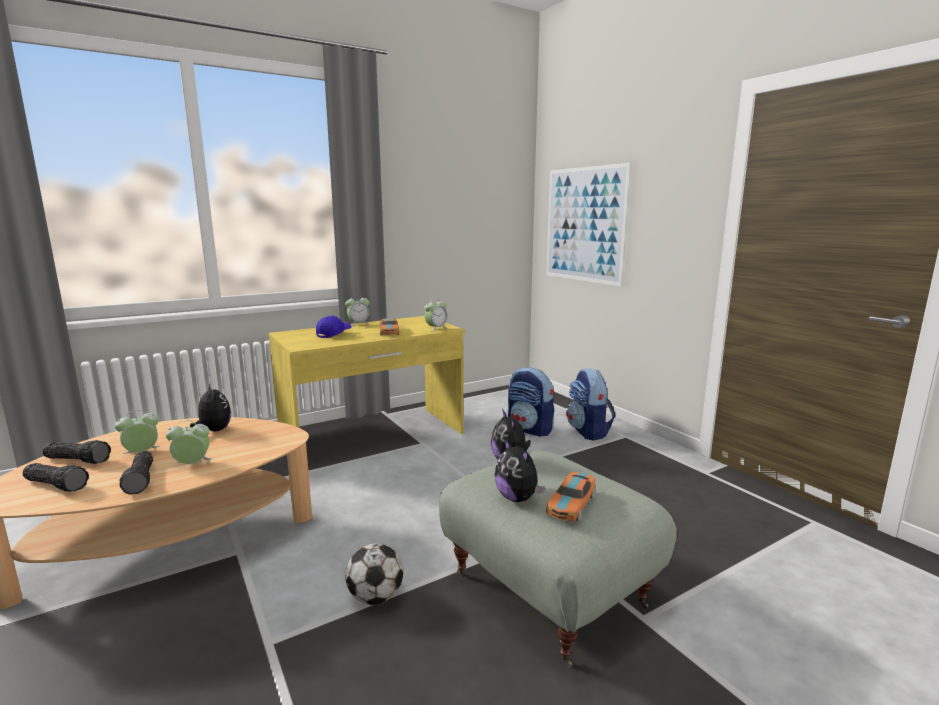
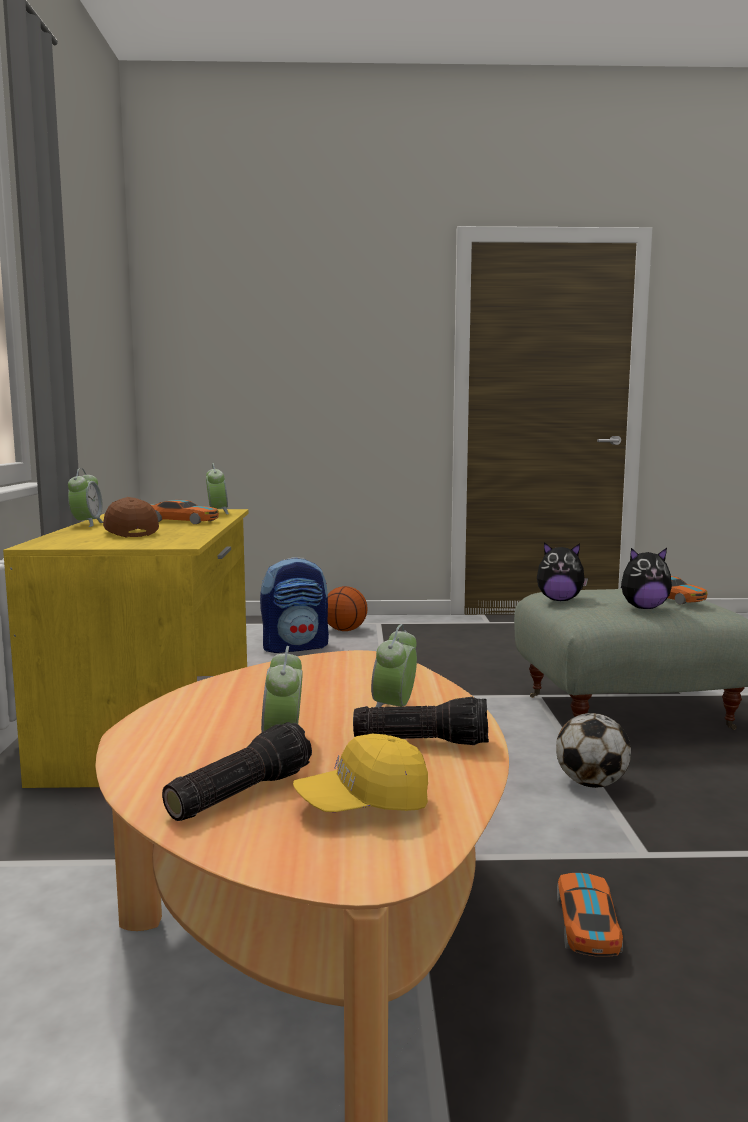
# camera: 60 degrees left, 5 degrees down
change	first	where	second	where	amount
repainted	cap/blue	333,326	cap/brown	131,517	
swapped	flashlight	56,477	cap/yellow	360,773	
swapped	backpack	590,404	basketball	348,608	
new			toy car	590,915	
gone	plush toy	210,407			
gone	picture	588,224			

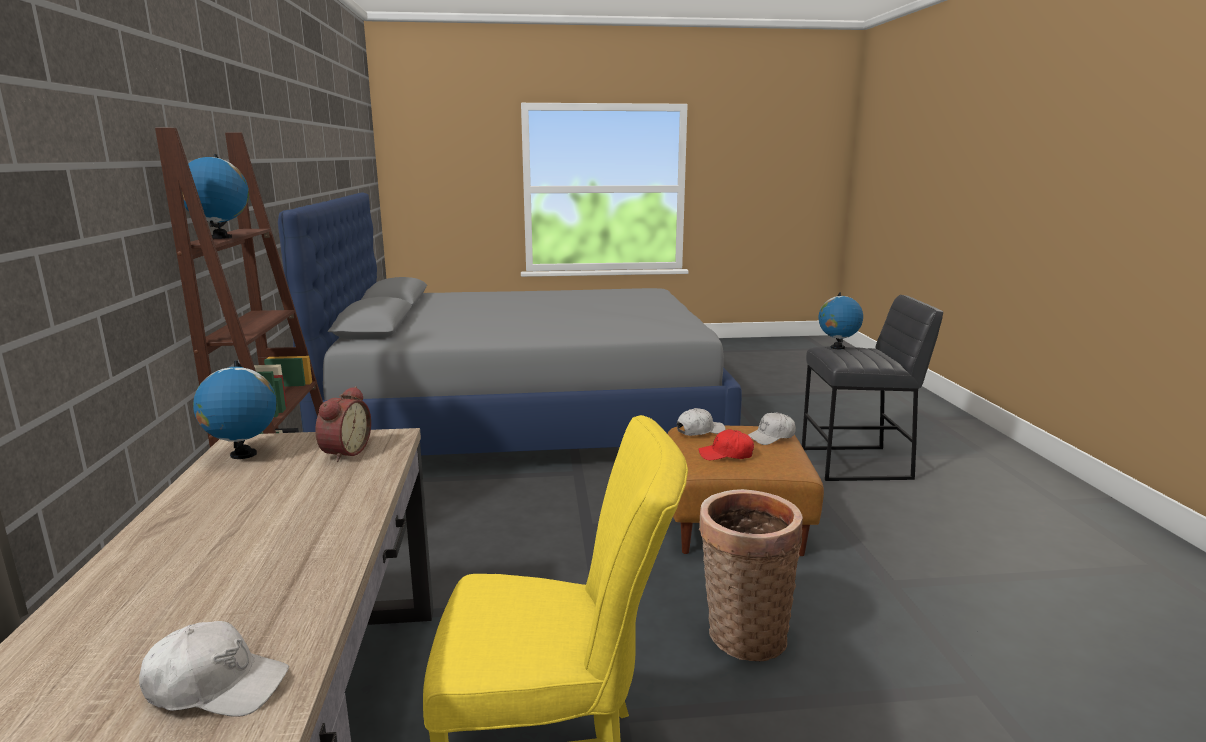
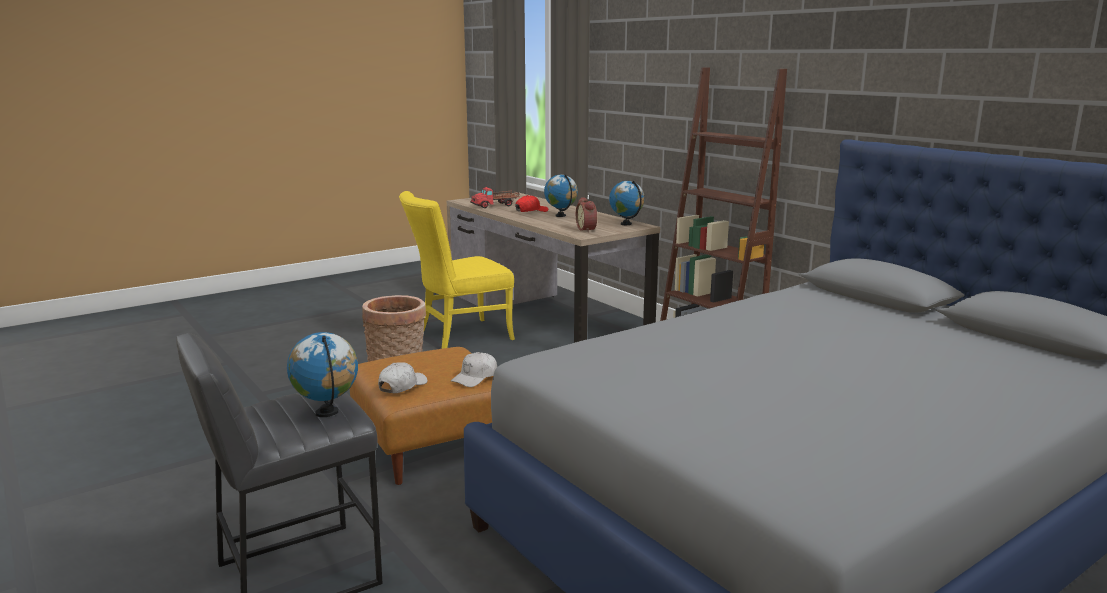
# camera: 150 degrees right, 0 degrees up
change	first	where	second	where	amount
swapped	cap/white	214,669	toy truck	494,197	
shifted	cap/red	726,444		531,203	
shifted	globe	215,196		561,195	

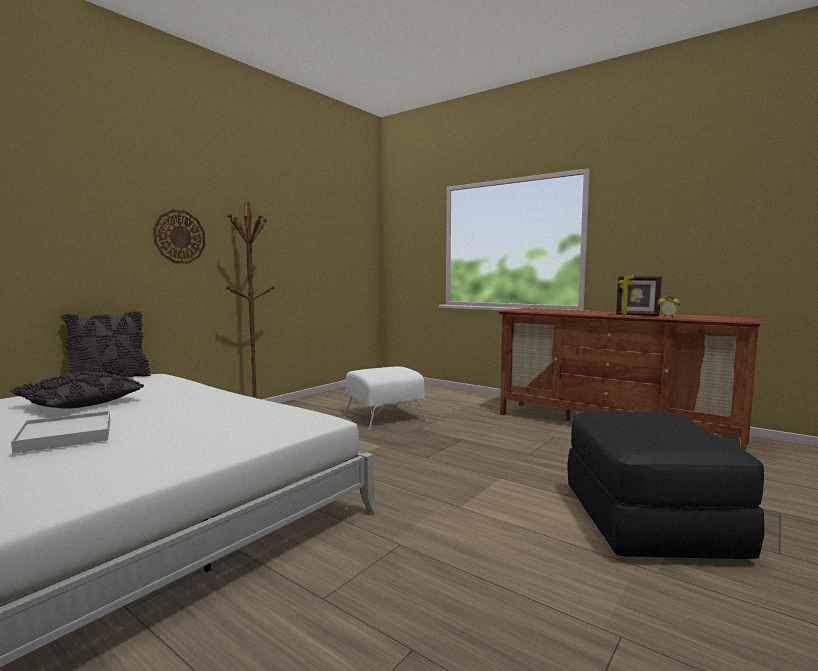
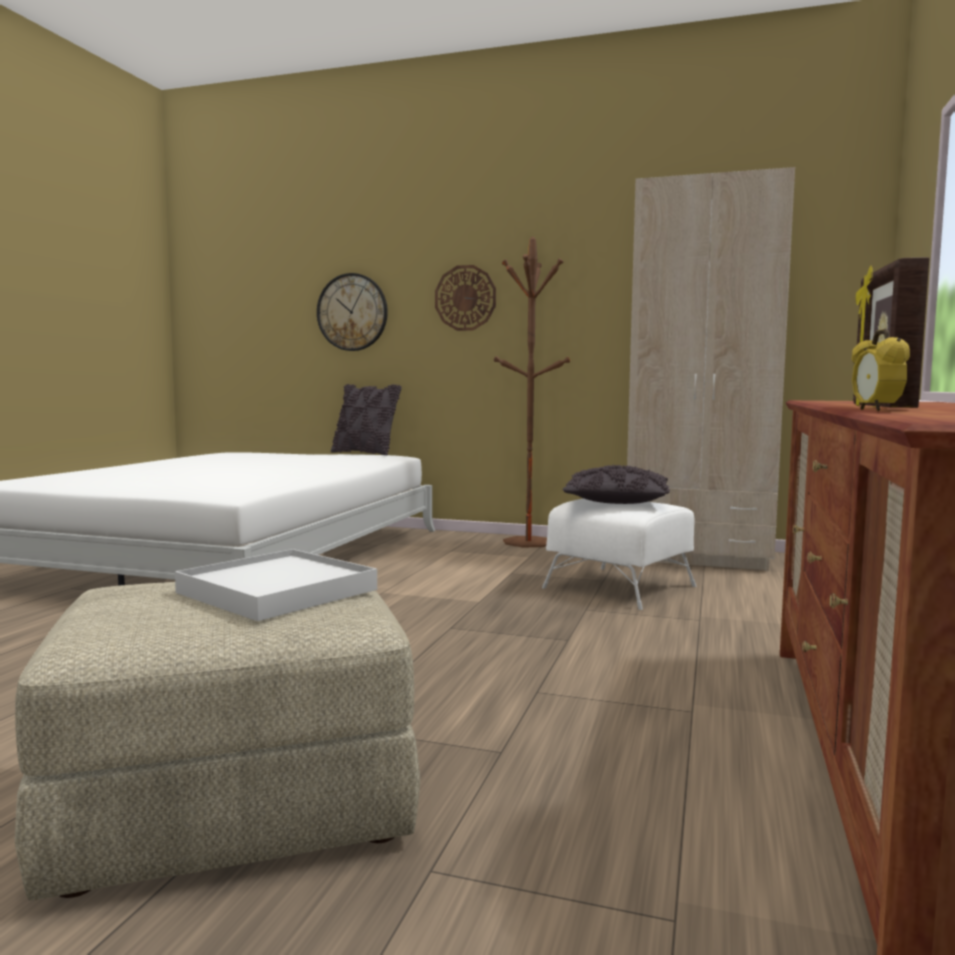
# camera: 70 degrees right, 0 degrees up
change	first	where	second	where	amount
repainted	ottoman/black	666,485	ottoman/beige	217,741	
shifted	tray/white	60,432		276,585	
new			wall clock	352,312	
shifted	pillow/black	77,390		616,484	
new			wardrobe/beige	711,369	

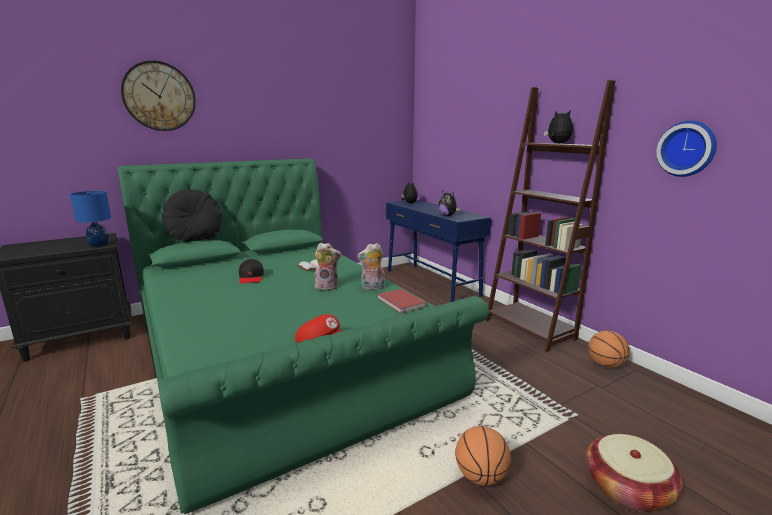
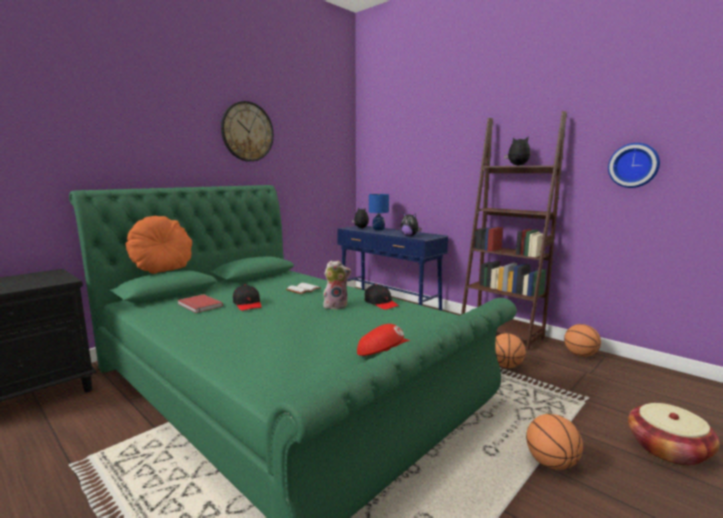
# camera: 15 degrees left, 5 degrees down
change	first	where	second	where	amount
repainted	pillow/black	192,215	pillow/orange	159,245	
shifted	book/red	402,301		200,303	
shifted	wall clock	158,95		247,131	
swapped	plush toy	371,266	cap/black	382,297	
shifted	table lamp/blue	90,218		379,212	
new			basketball	510,350	

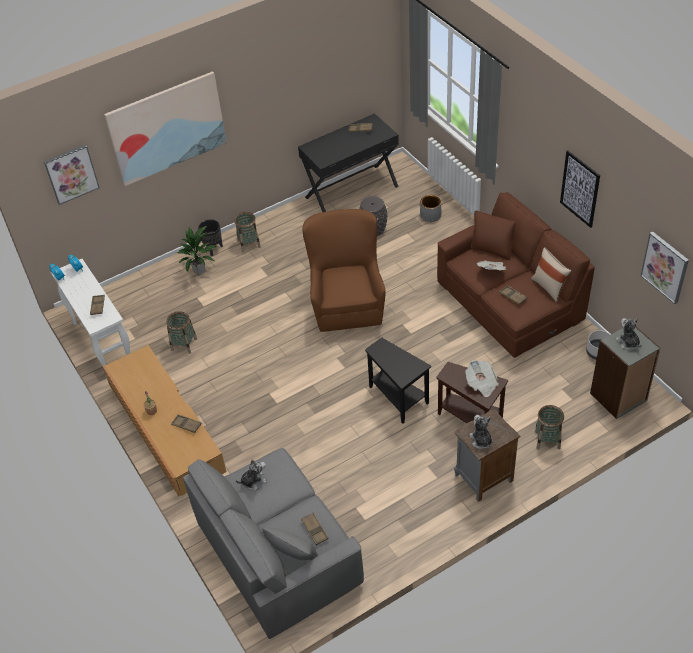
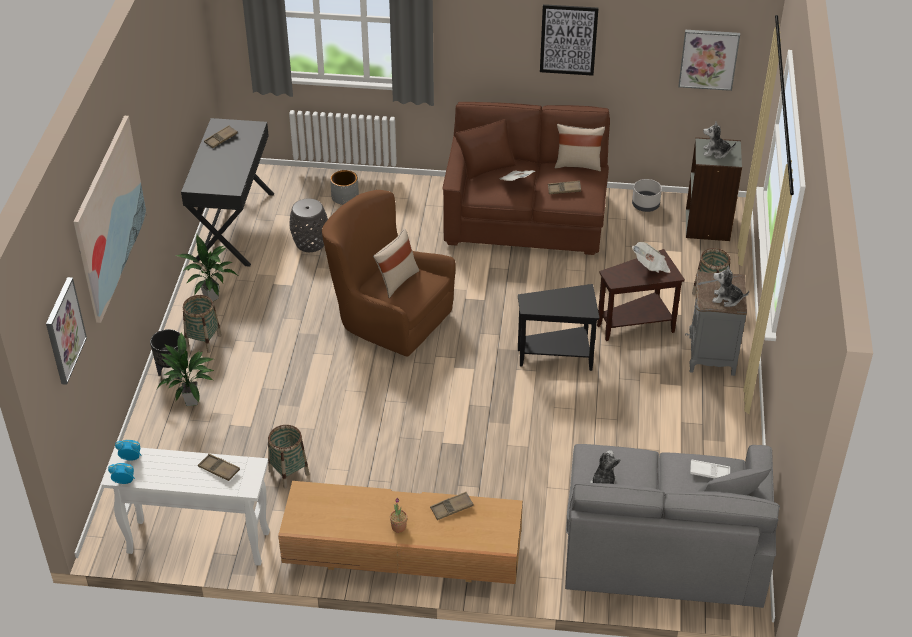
# camera: 55 degrees left, 5 degrees down
change	first	where	second	where	amount
new			potted plant	206,267	
new			pillow/beige	396,263	
repainted	tray/brown	315,529	tray/white	710,469	

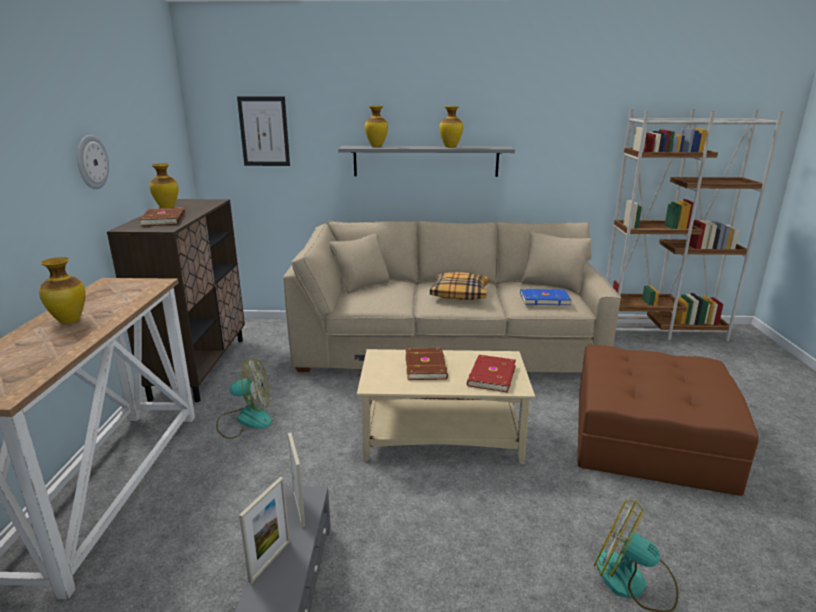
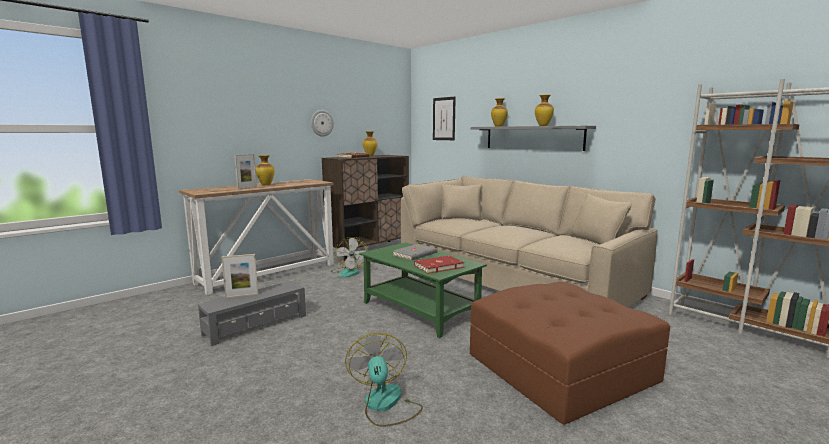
# camera: 45 degrees right, 10 degrees down
change	first	where	second	where	amount
shifted	picture frame	296,480		245,171	
rotated	fan	244,398		349,257	45 degrees clockwise
repainted	coffee table/beige	446,406	coffee table/green	423,290	
repainted	book/brown	427,364	book/grey	414,252	
gone	pillow	459,286			
gone	book/blue	545,297			

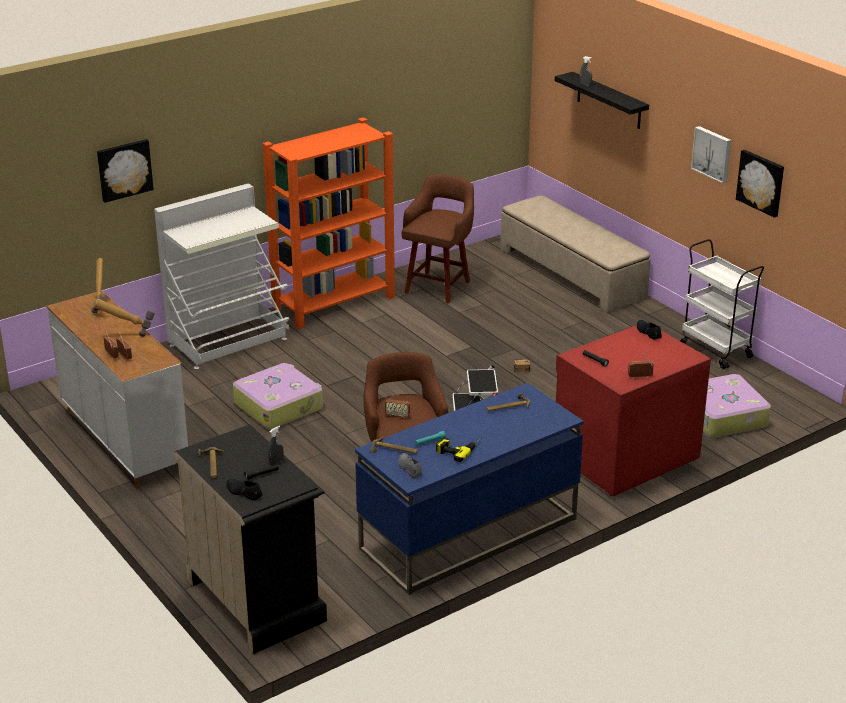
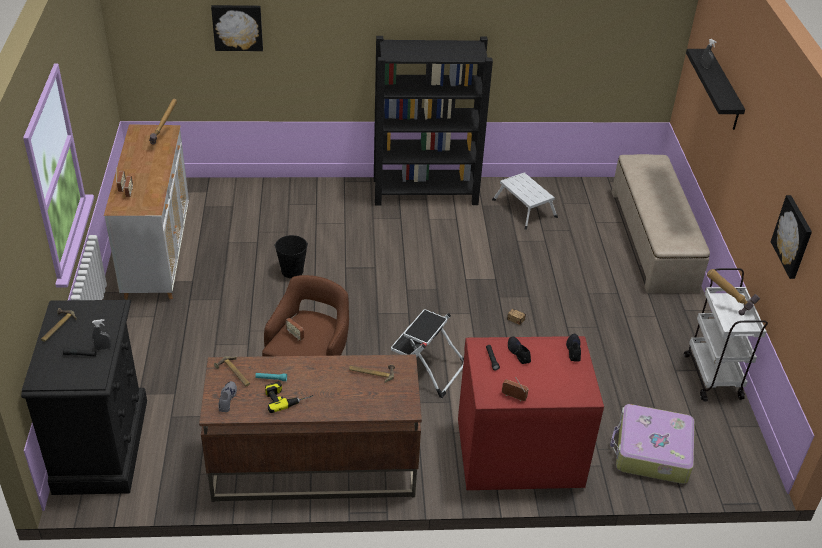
# camera: 30 degrees right, 10 degrees up
change	first	where	second	where	amount
repainted	desk/blue	469,489	desk/brown	310,428	
swapped	suitcase	278,396	bucket/black	291,256	
repainted	bookcase/orange	329,223	bookcase/black	433,121	
swapped	stool/brown	438,238	step ladder/white	525,201	
shifted	shoe/black	244,489		519,350	
shifted	hammer	124,317		733,292	
gone	shoe rack/white	222,276			
gone	picture	711,154			

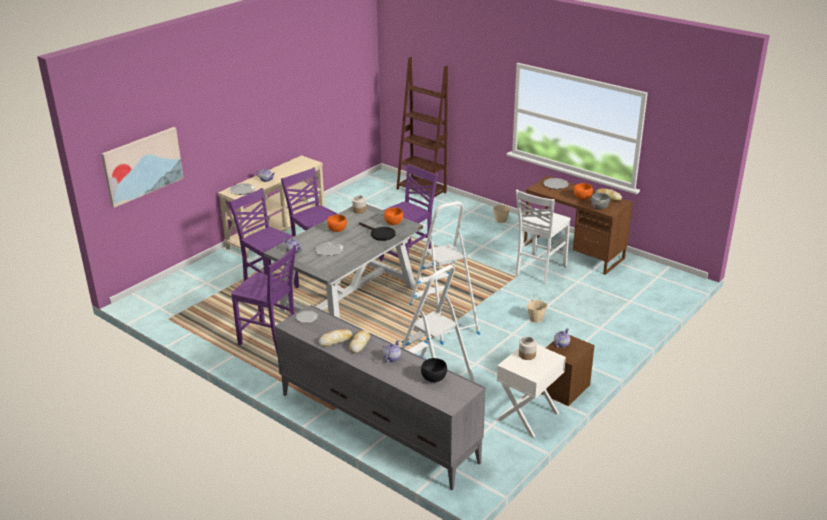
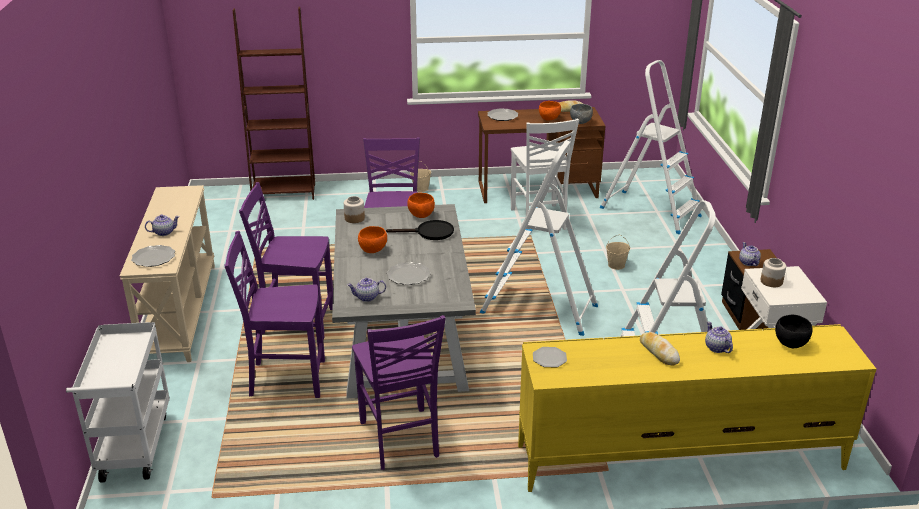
# camera: 45 degrees left, 0 degrees up
change	first	where	second	where	amount
new			cart/white	118,402	
rotated	chair/purple	263,299		399,392	90 degrees clockwise
repainted	cabinet/grey	379,397	cabinet/yellow	697,408	
new			step ladder/white	651,147	
gone	picture	142,167			
gone	bread	336,337			

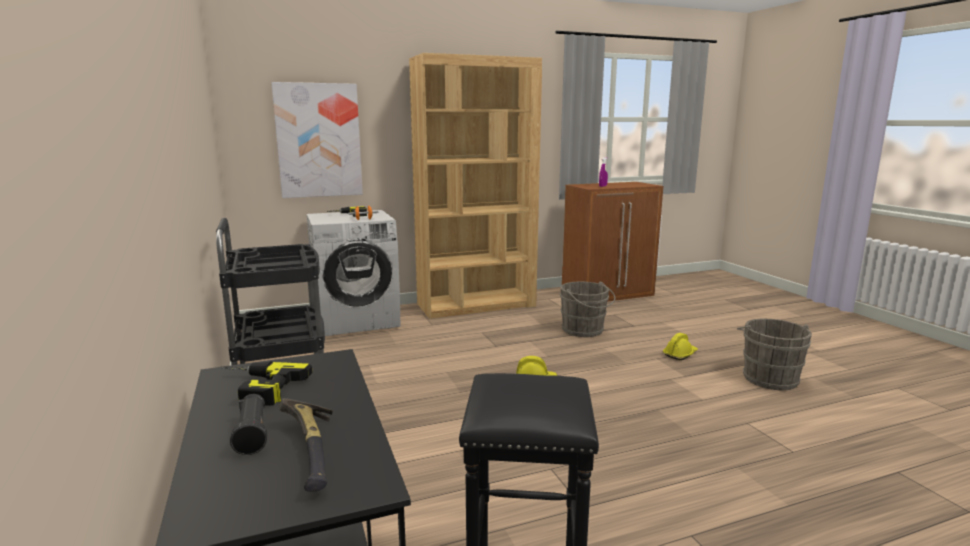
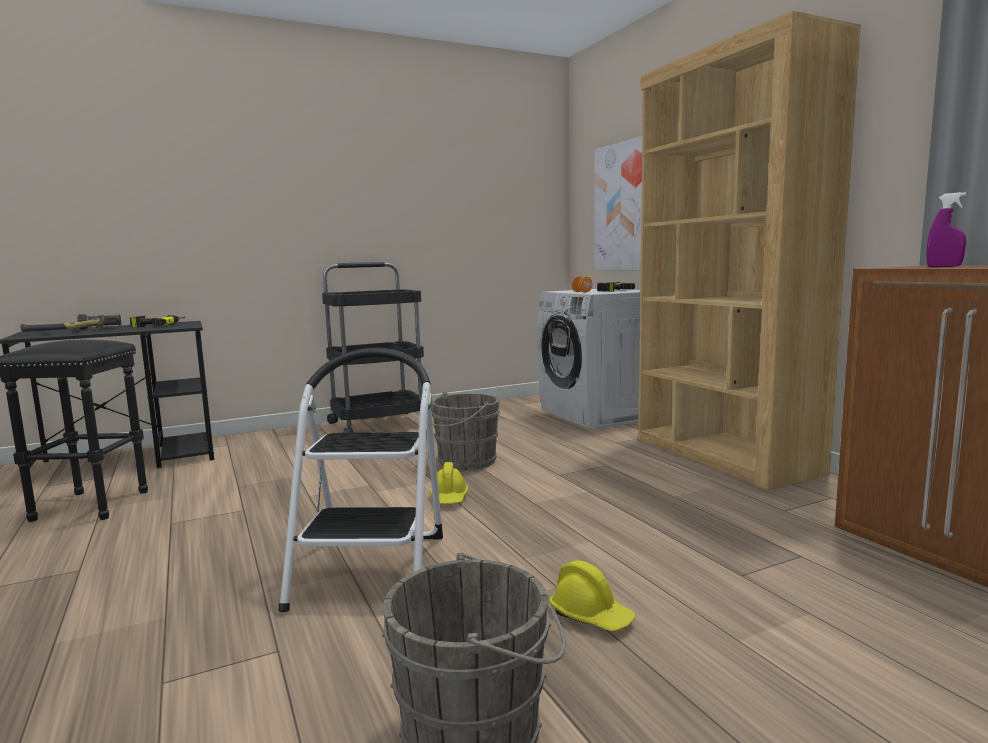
# camera: 85 degrees right, 5 degrees down
change	first	where	second	where	amount
new			step ladder	360,480	
shifted	bucket/grey	587,309		465,431	

